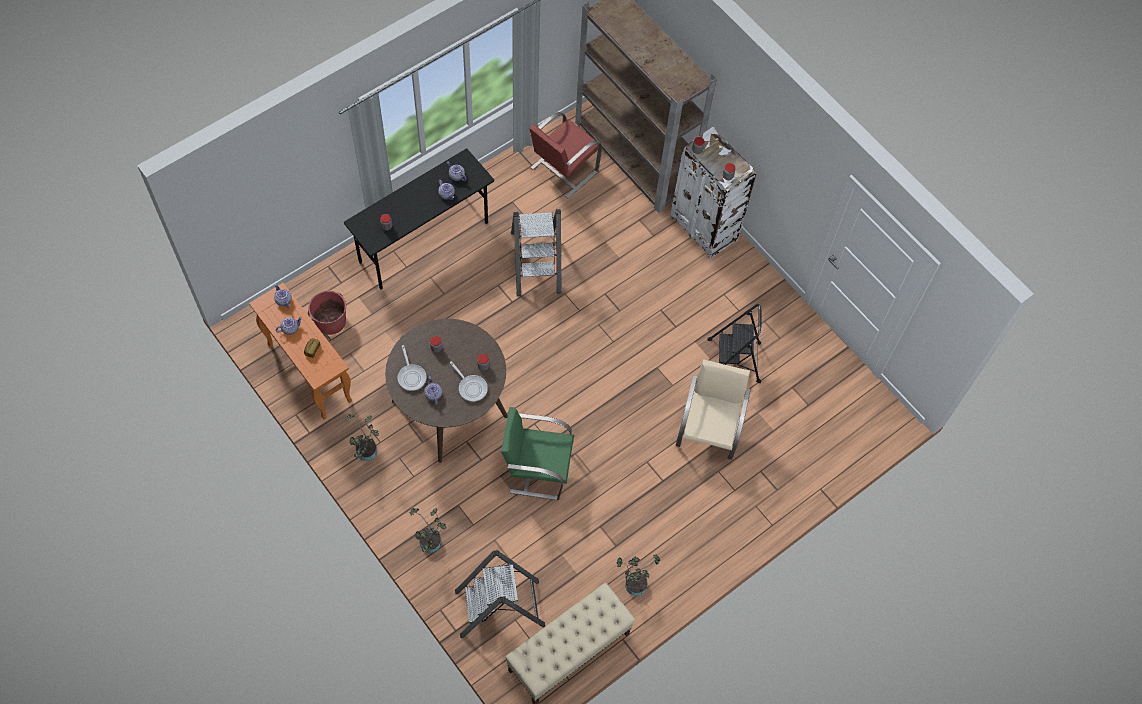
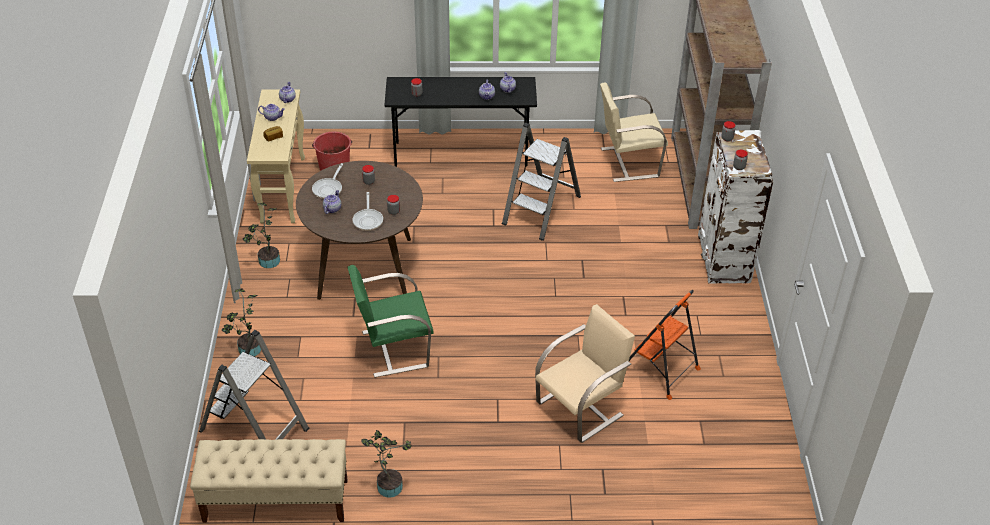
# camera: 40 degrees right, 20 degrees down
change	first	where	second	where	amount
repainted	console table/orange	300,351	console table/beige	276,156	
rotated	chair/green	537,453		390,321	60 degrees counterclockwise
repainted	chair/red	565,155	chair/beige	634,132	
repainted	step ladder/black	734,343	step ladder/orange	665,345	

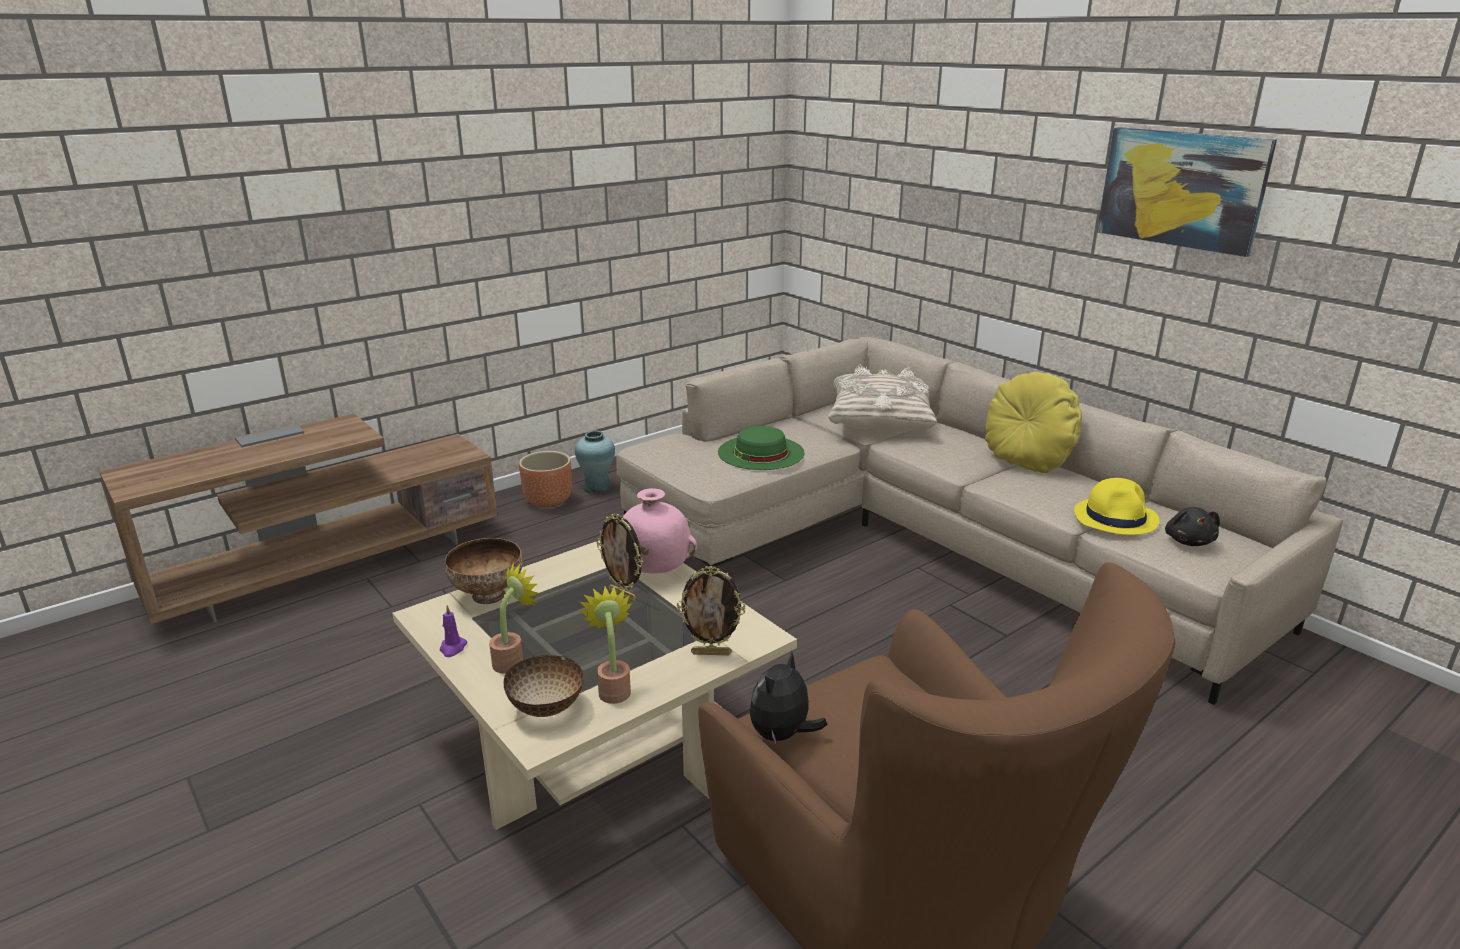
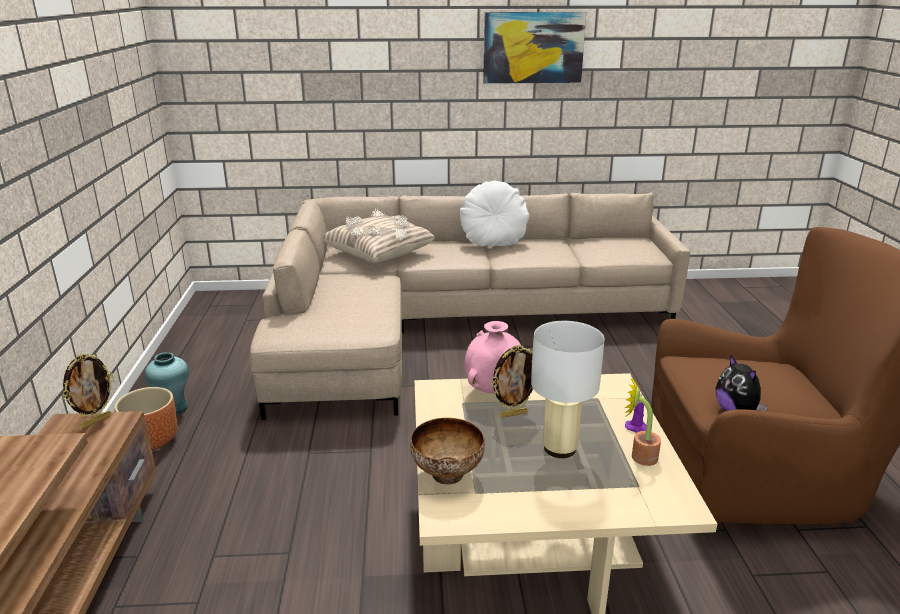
# camera: 55 degrees left, 0 degrees up
change	first	where	second	where	amount
shifted	picture frame	711,610		88,390	
repainted	pillow/yellow	1033,422	pillow/white	495,214	
new			table lamp/white	567,389	
shifted	candle/purple	453,631		636,413	
gone	potted plant	514,618			
gone	bowl	544,686			
gone	hat/green	761,448			
gone	hat/yellow	1116,506			
gone	plush toy/black	1192,526			

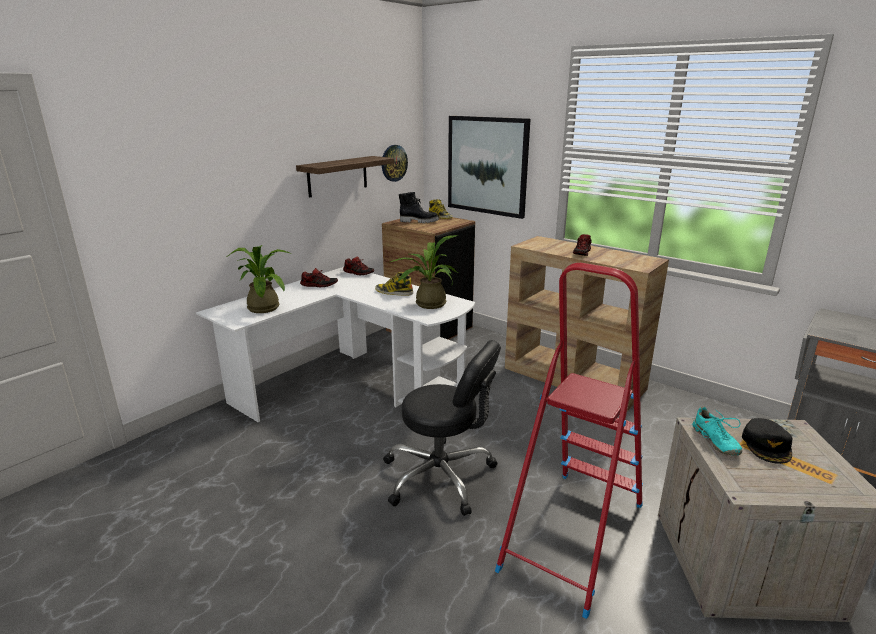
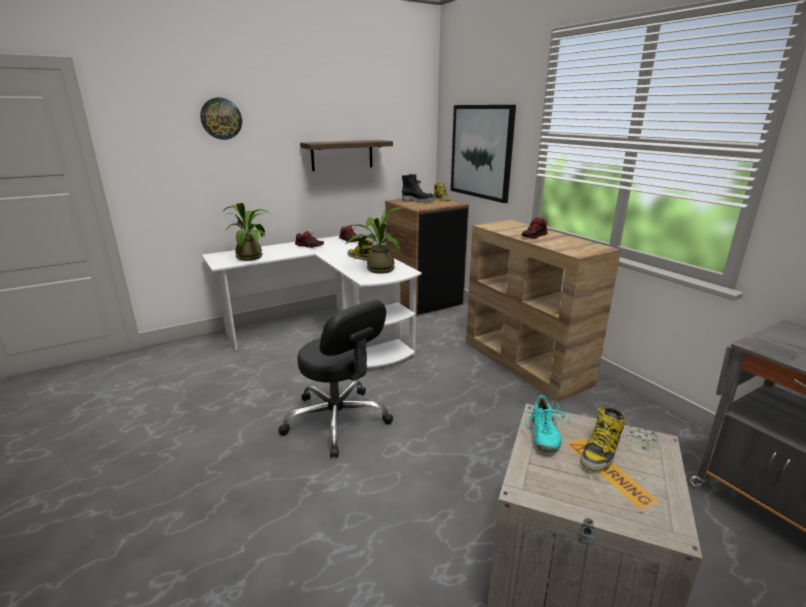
# camera: 20 degrees right, 0 degrees up
change	first	where	second	where	amount
shifted	wall clock	395,163		221,119	
swapped	cap/black	767,441	boot	602,439	
gone	step ladder/red	569,441			

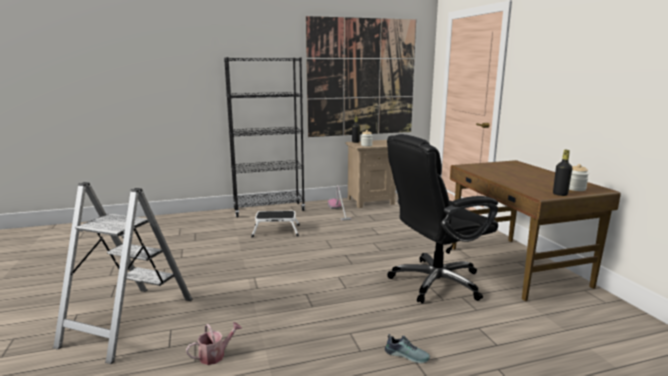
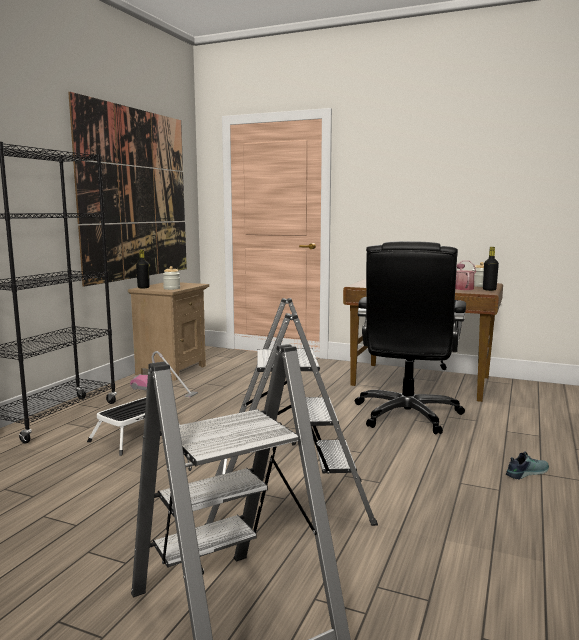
# camera: 50 degrees left, 5 degrees down
change	first	where	second	where	amount
new			step ladder/grey	291,412	
shifted	watering can	214,343		465,275	

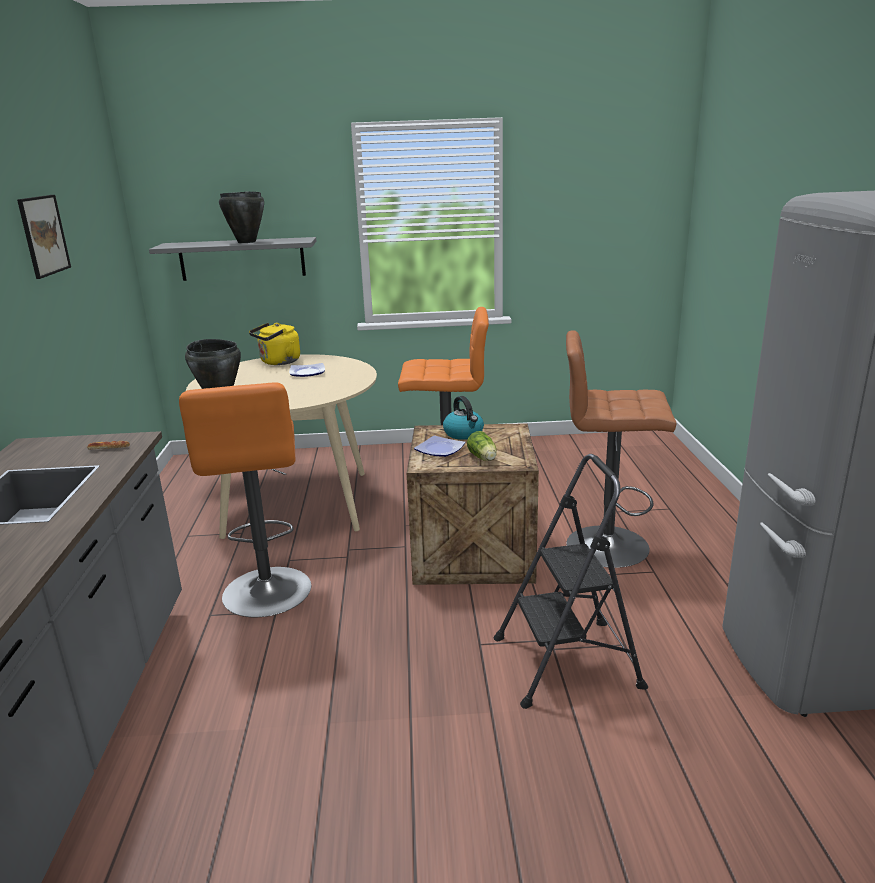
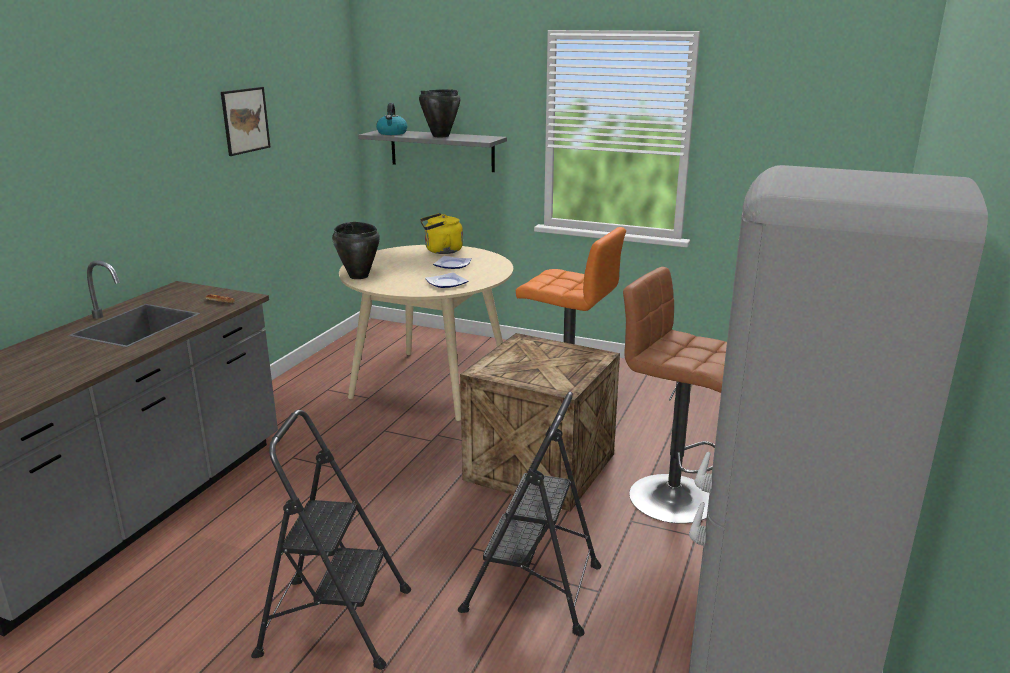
# camera: 25 degrees right, 0 degrees up
change	first	where	second	where	amount
new			step ladder/black	331,540	
shifted	kettle	463,418		391,119	
shifted	plate	440,446		447,280	
gone	stool/orange	245,499			
gone	lettuce	482,446			

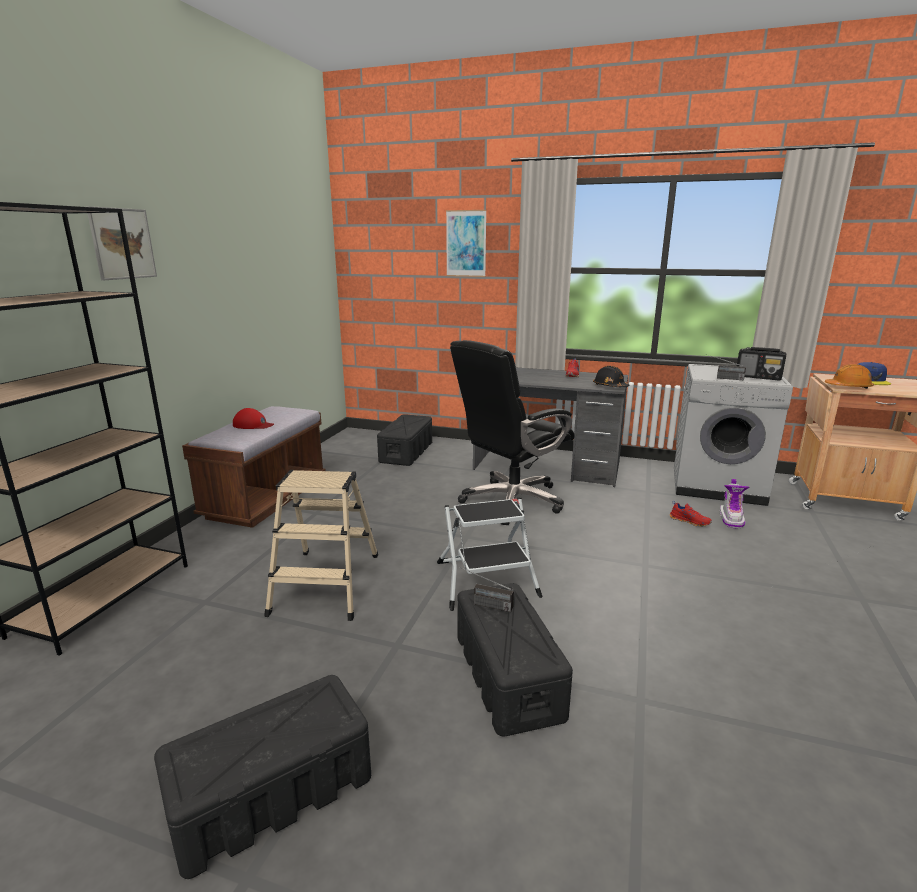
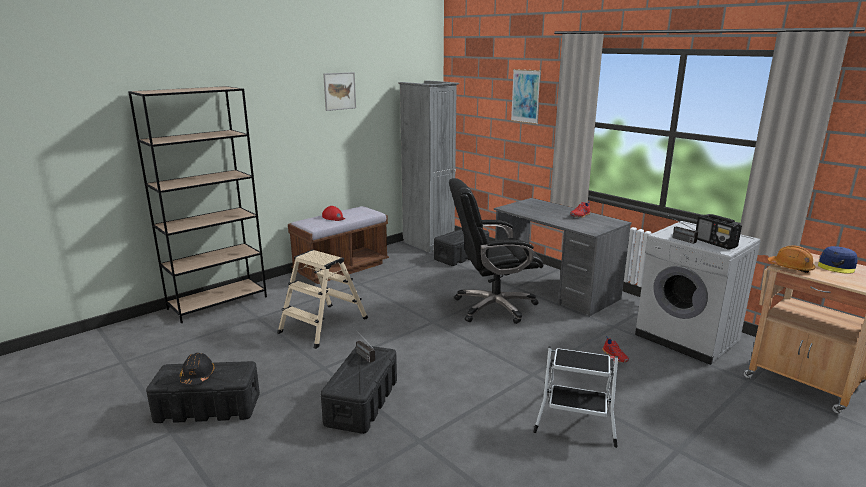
# camera: 30 degrees right, 0 degrees up
change	first	where	second	where	amount
shifted	hard hat/black	611,376		197,369	
shifted	picture	121,243		339,91	
new			cabinet/grey	428,166	
shifted	step ladder	489,554		575,397	
gone	boot	734,504			

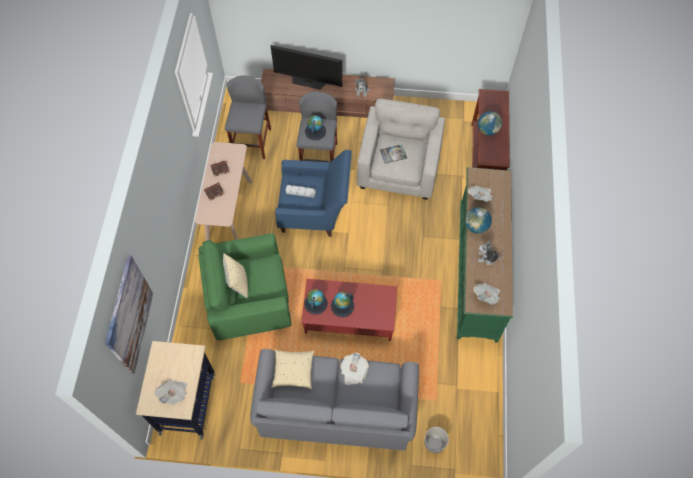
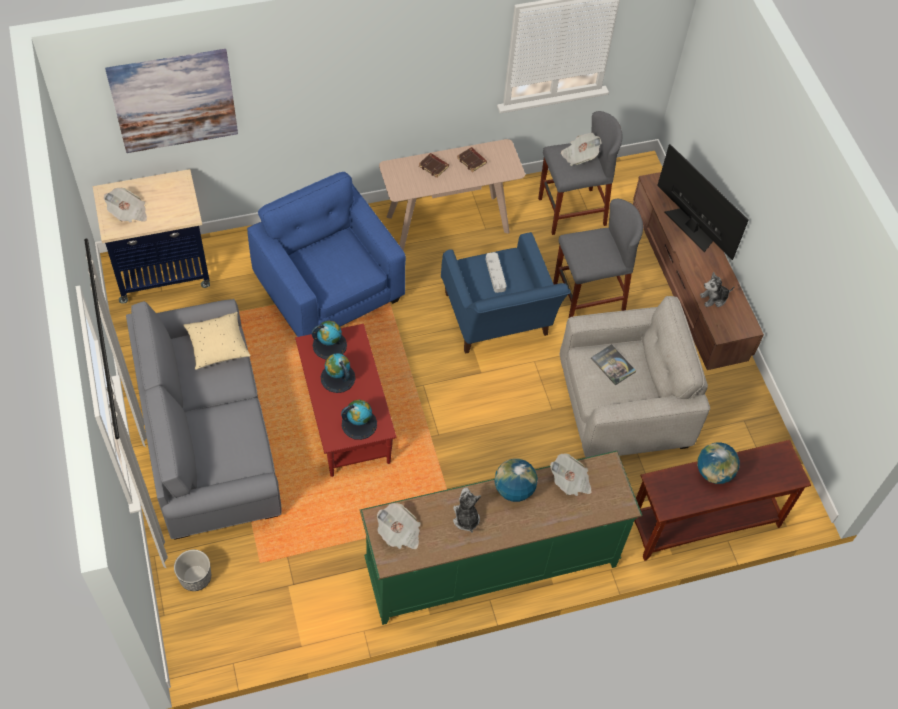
# camera: 65 degrees right, 5 degrees down
change	first	where	second	where	amount
repainted	armchair/green	245,286	armchair/blue	326,254	
shifted	globe	315,127		359,420	
shifted	newspaper	354,369		581,149	
rotated	television	306,67		703,202	150 degrees clockwise
gone	pillow/beige	235,275			

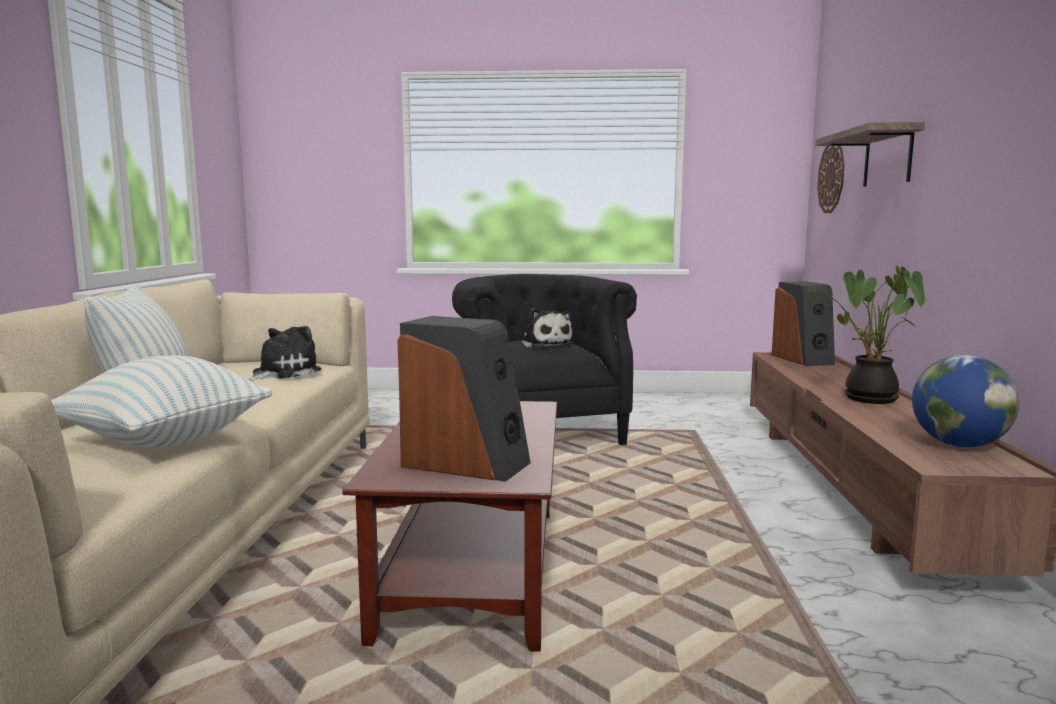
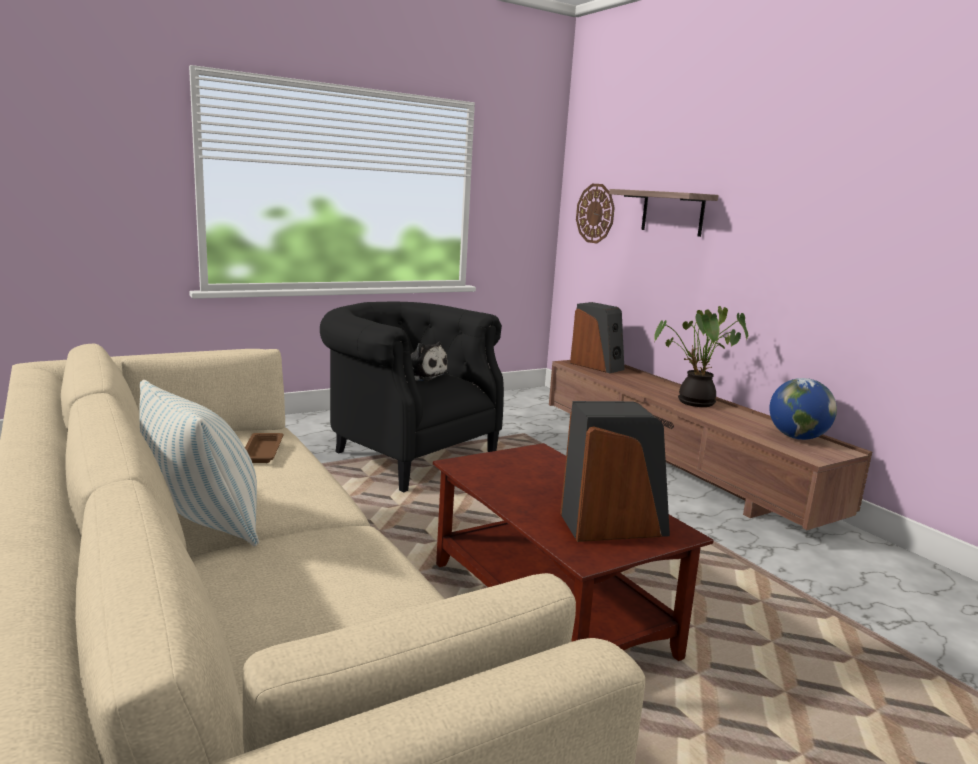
# camera: 35 degrees left, 5 degrees up
change	first	where	second	where	amount
swapped	plush toy	285,354	tray/brown	264,448	
gone	pillow	161,401			

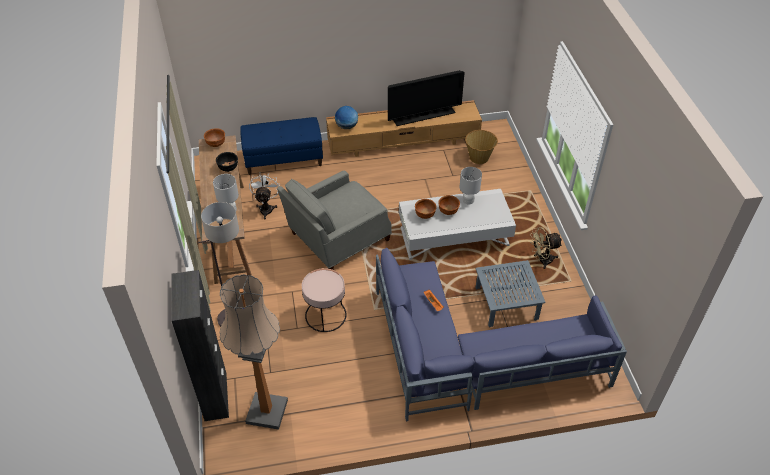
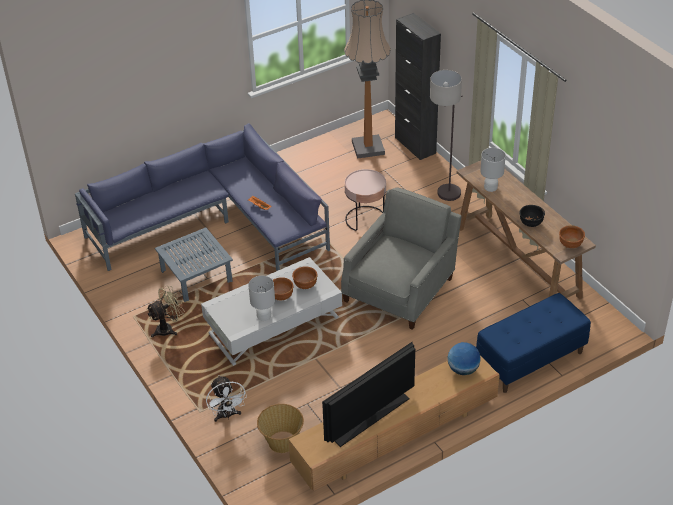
# camera: 160 degrees right, 5 degrees down
change	first	where	second	where	amount
shifted	fan/white	264,196		226,399	

